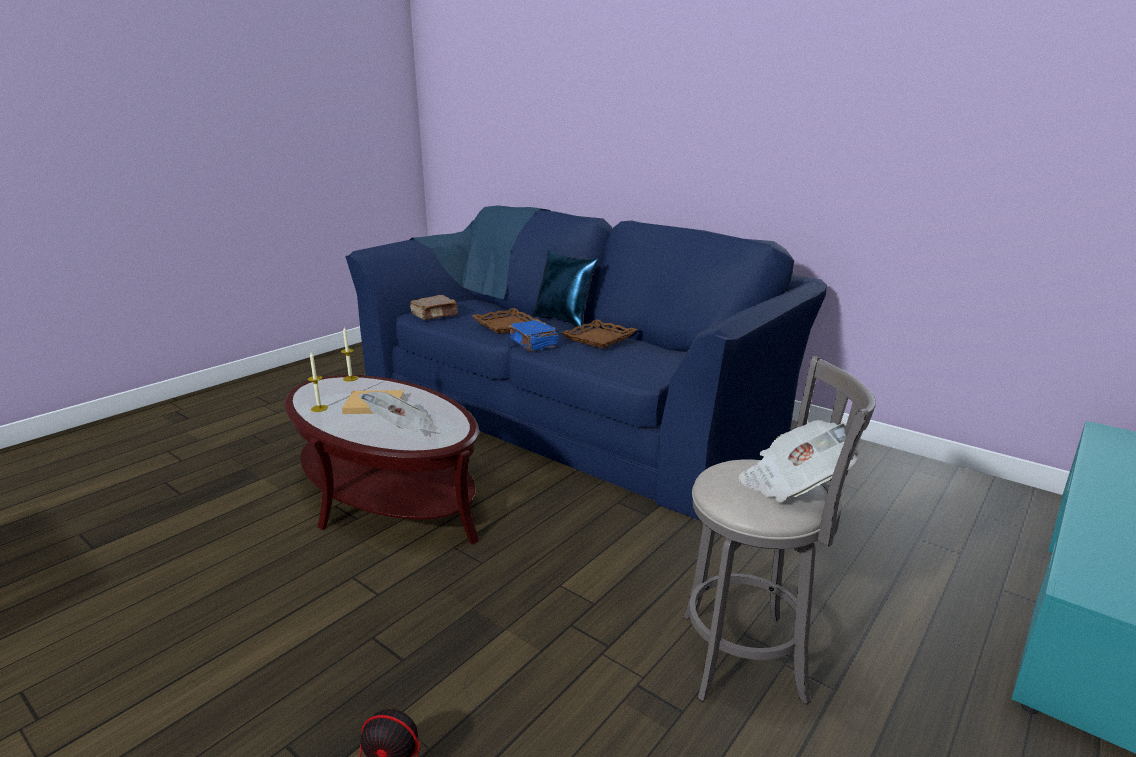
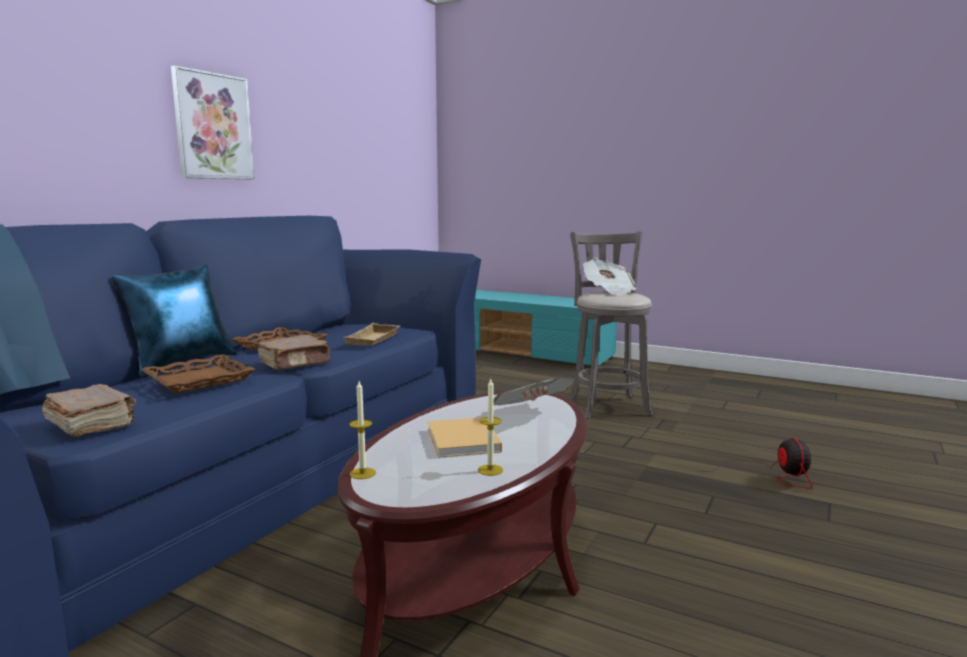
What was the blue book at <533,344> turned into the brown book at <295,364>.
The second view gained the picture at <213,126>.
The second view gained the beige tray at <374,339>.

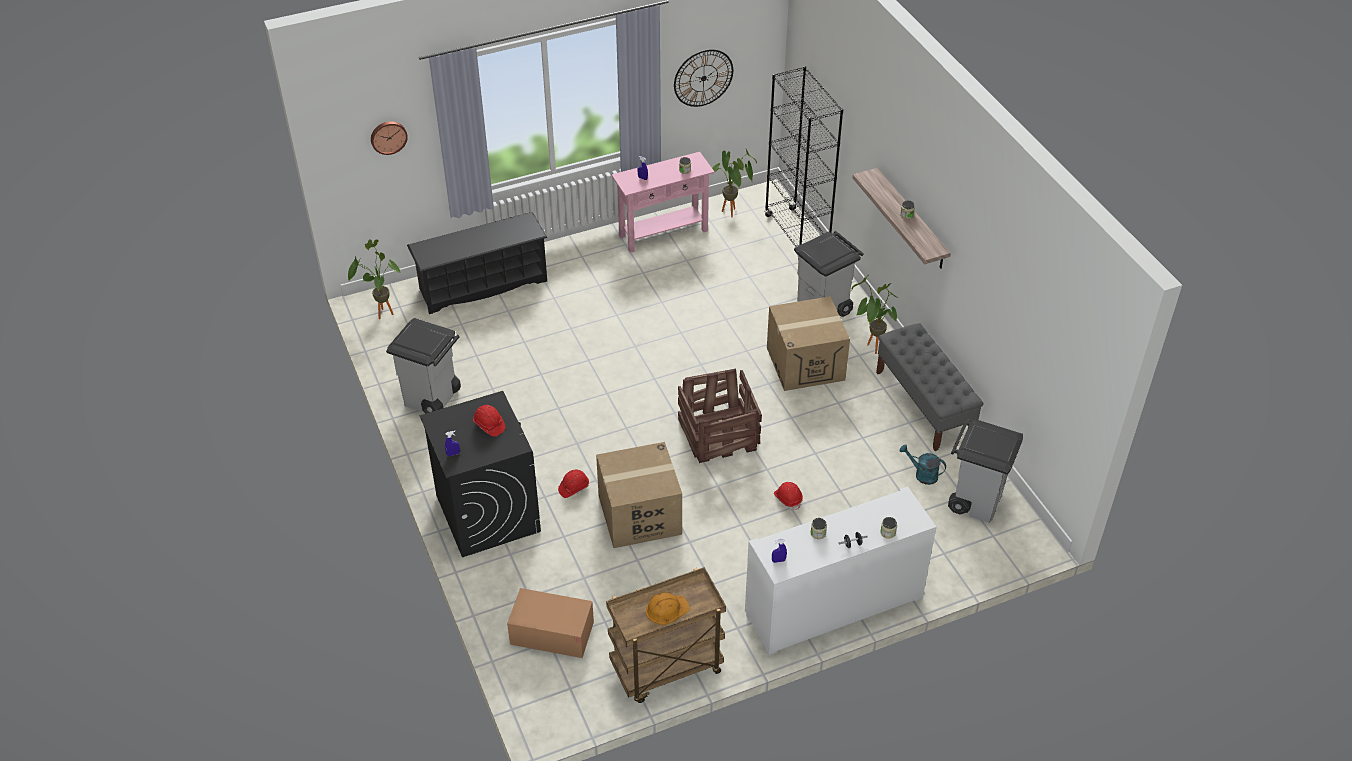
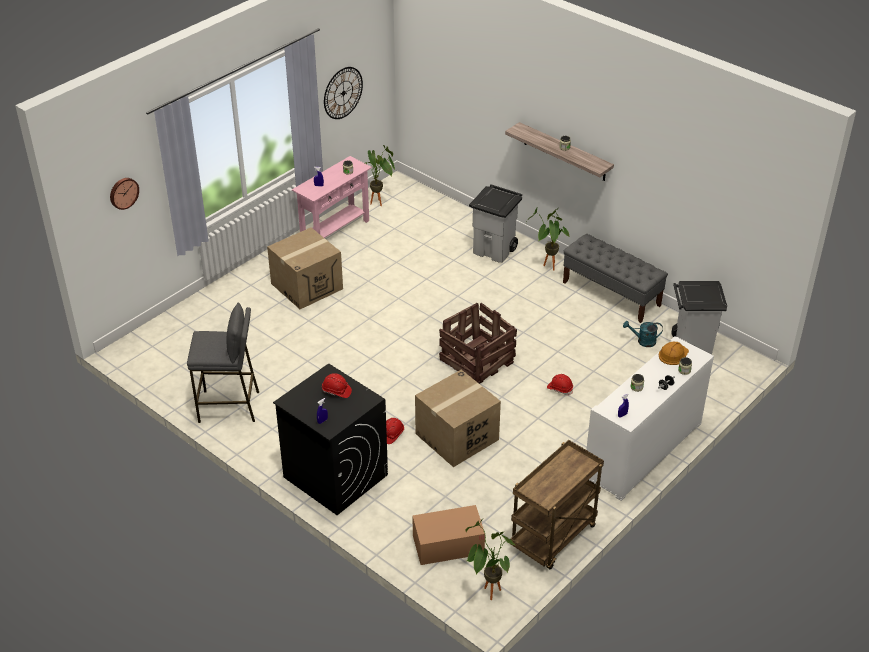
The second view lost the black bookcase at <797,235>.
The second view lost the black shoe rack at <482,285>.
The potted plant ended up elsewhere, having gone from <381,313> to <487,593>.
The cardboard box ended up elsewhere, having gone from <805,363> to <307,286>.
Where the grey trash can stood at <432,399>, the grey stool came to stand at <229,407>.
The orange hard hat ended up elsewhere, having gone from <666,609> to <673,354>.

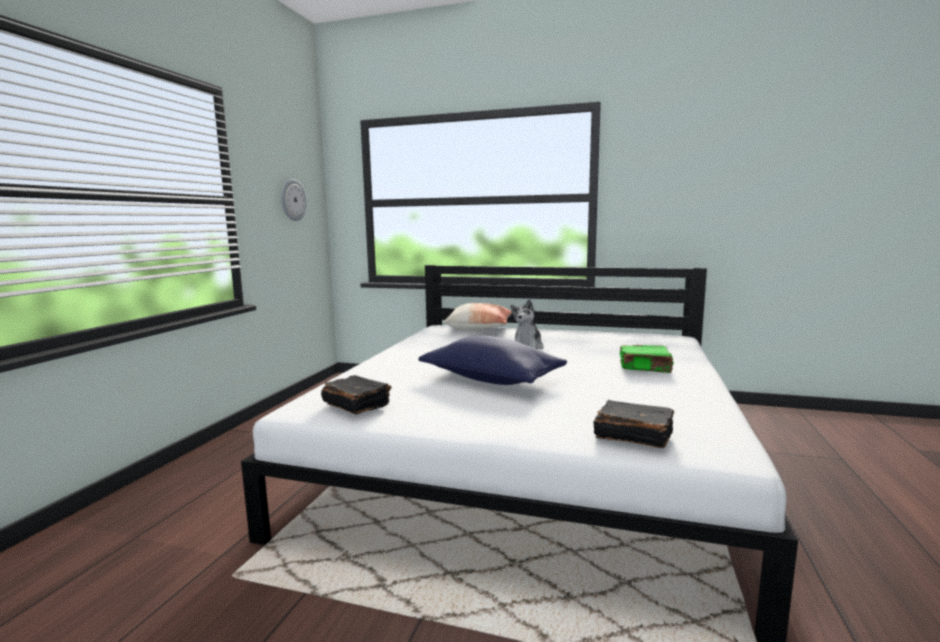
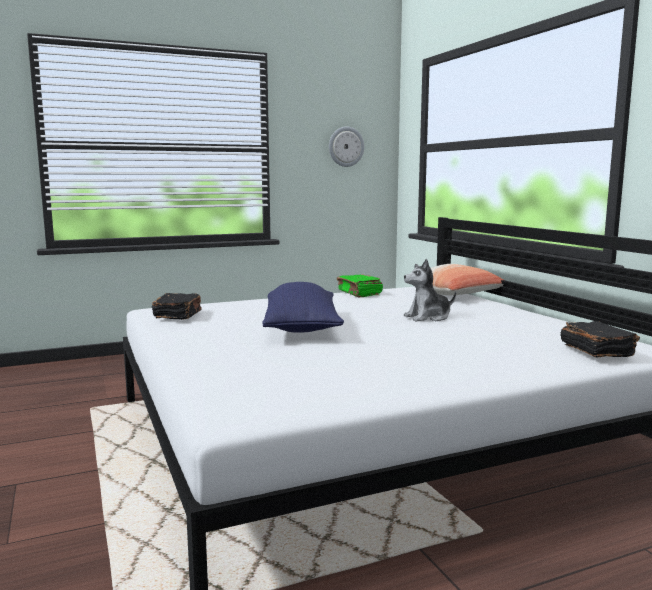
The green book ended up elsewhere, having gone from <645,368> to <359,293>.
The black book ended up elsewhere, having gone from <632,436> to <596,351>.

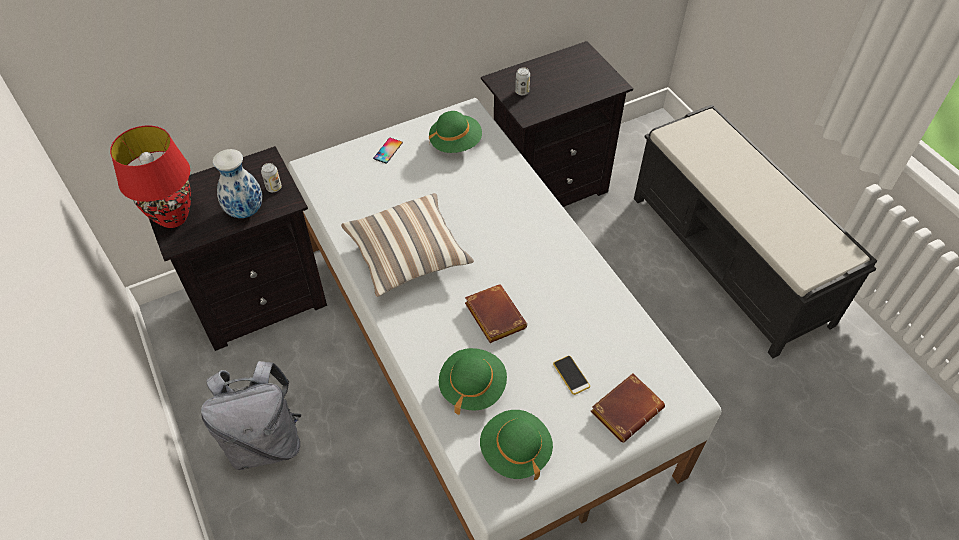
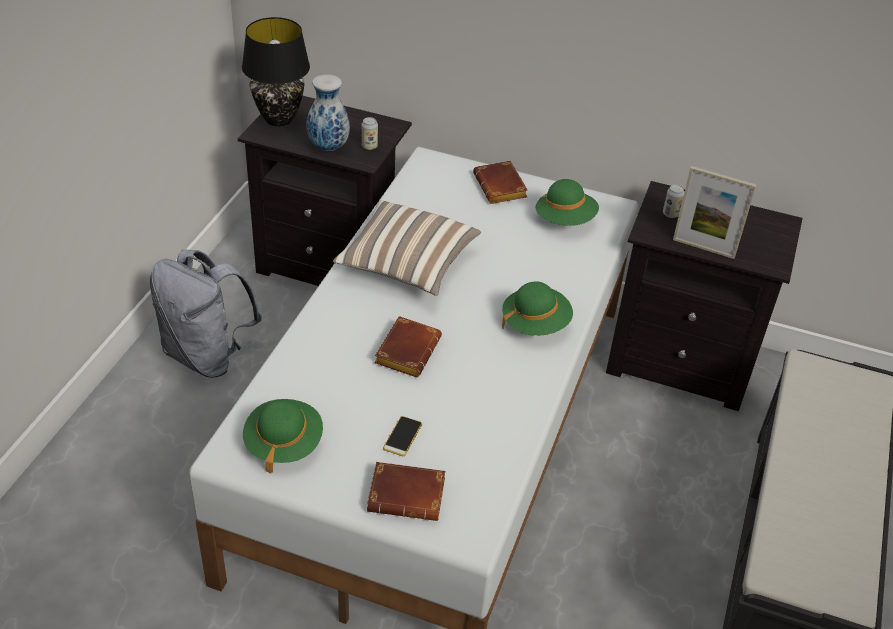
What was the red table lamp at <172,218> turned into the black table lamp at <278,119>.
Where the phone stood at <388,150>, the brown book came to stand at <502,188>.
The green hat ended up elsewhere, having gone from <472,387> to <535,323>.
The second view gained the picture frame at <703,248>.

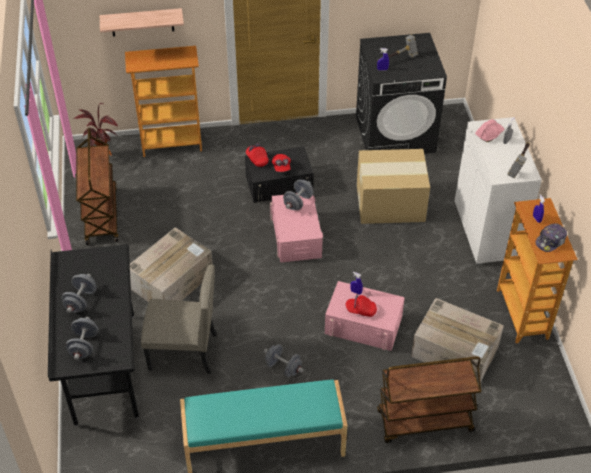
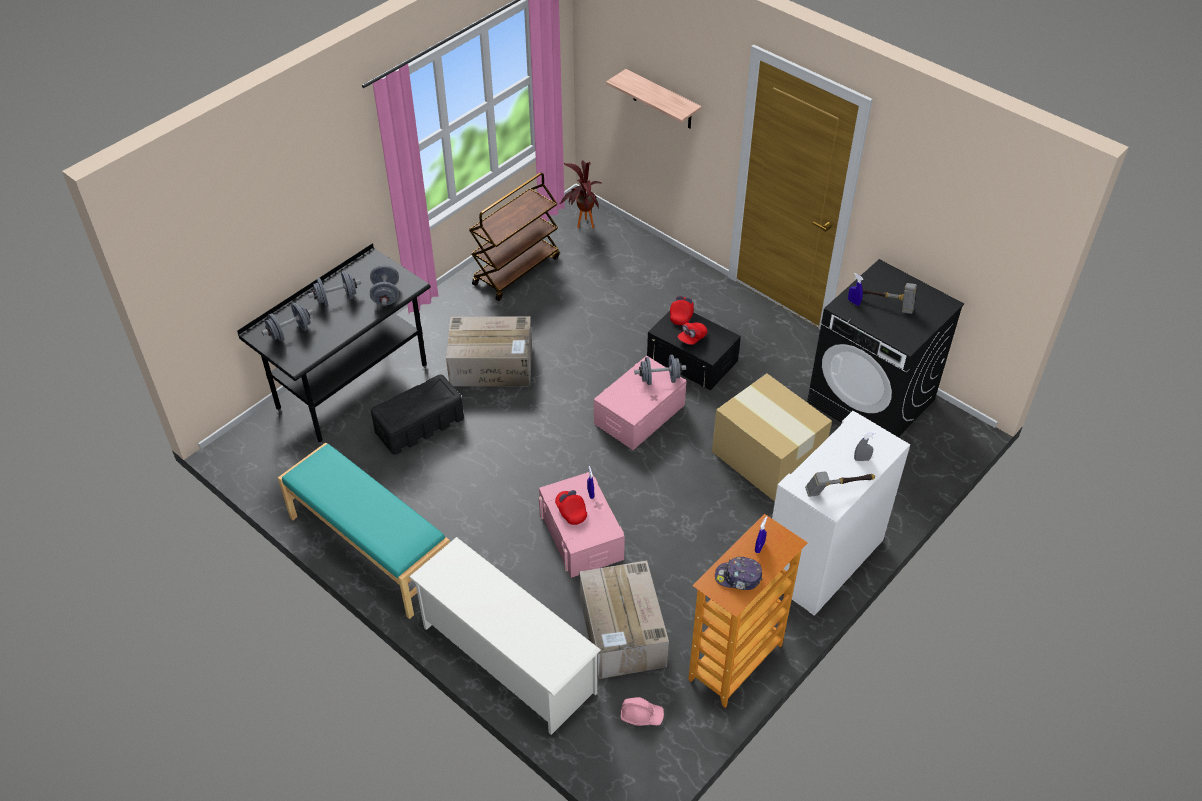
The second view lost the bookcase at <172,143>.
The pink hard hat ended up elsewhere, having gone from <489,134> to <641,715>.
Where the beige chair stood at <183,352>, the black storage box came to stand at <419,425>.
The grey dumbbell ended up elsewhere, having gone from <283,367> to <386,295>.
Where the brown cart stood at <424,422>, the white shoe rack came to stand at <507,659>.

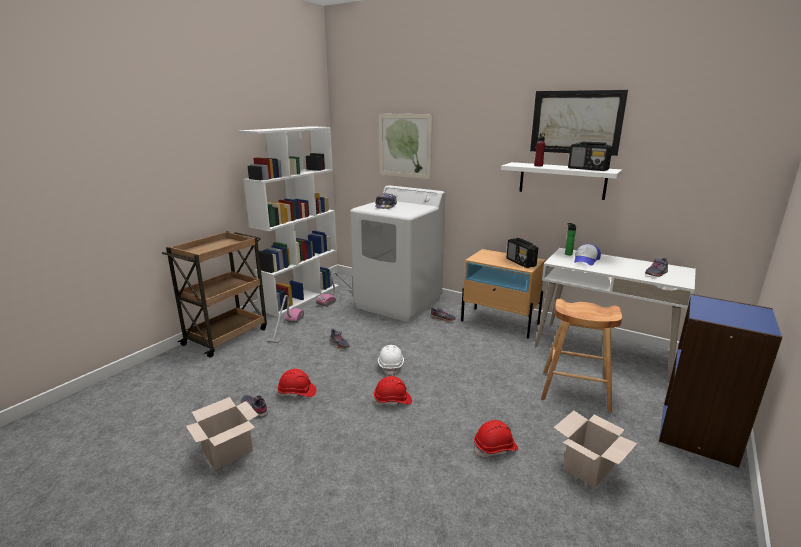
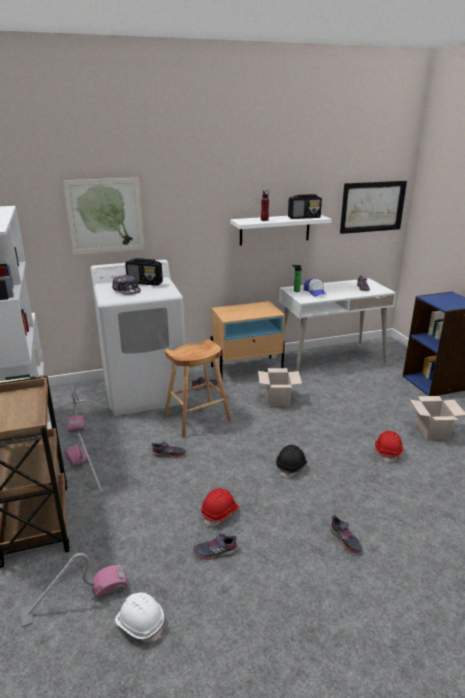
The picture ended up elsewhere, having gone from <576,122> to <372,206>.
The radio ended up elsewhere, having gone from <521,263> to <145,283>.
The brown stool ended up elsewhere, having gone from <575,391> to <197,418>.
The white hard hat ended up elsewhere, having gone from <391,366> to <140,623>.
What was the red hard hat at <393,401> turned into the black hard hat at <291,467>.
The cardboard box ended up elsewhere, having gone from <227,452> to <279,399>.
The second view gained the grey shoe at <345,540>.
The second view gained the vacuum cleaner at <76,599>.

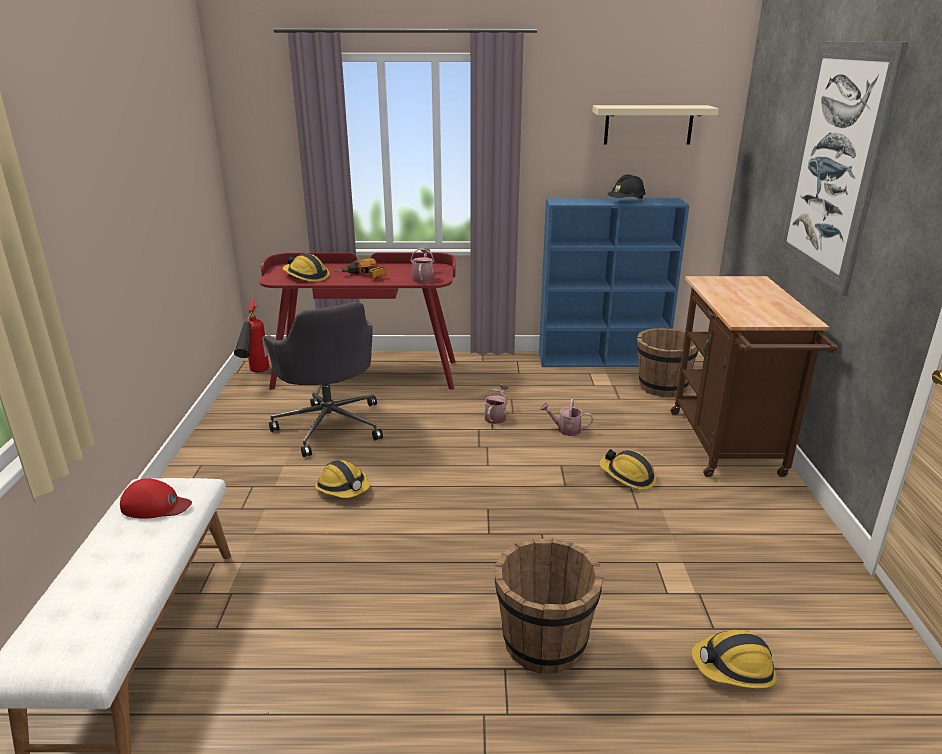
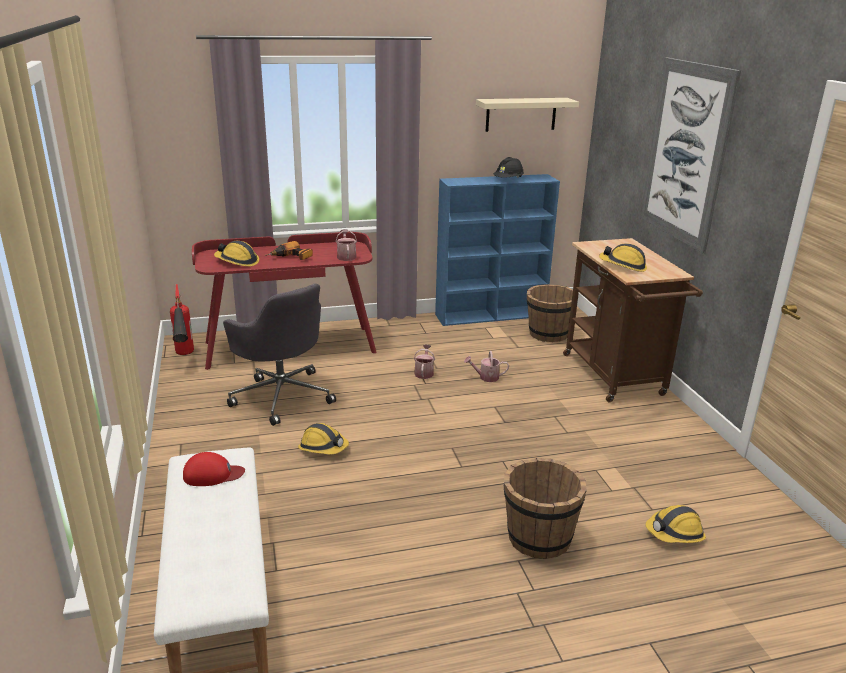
The hard hat ended up elsewhere, having gone from <627,476> to <623,266>.

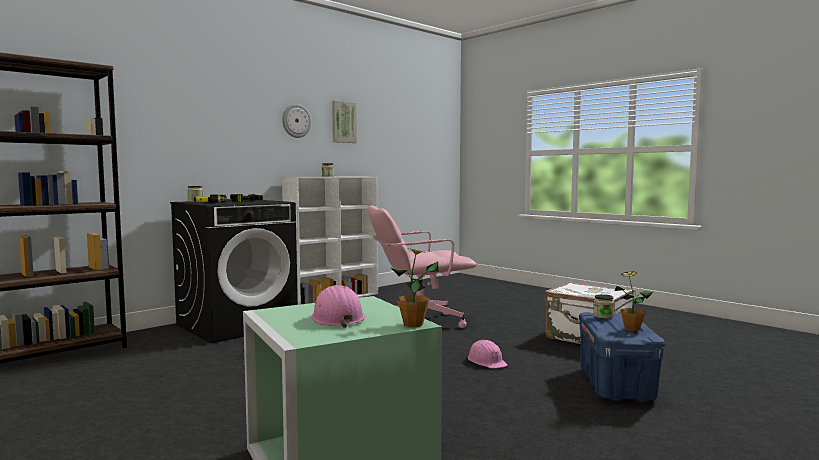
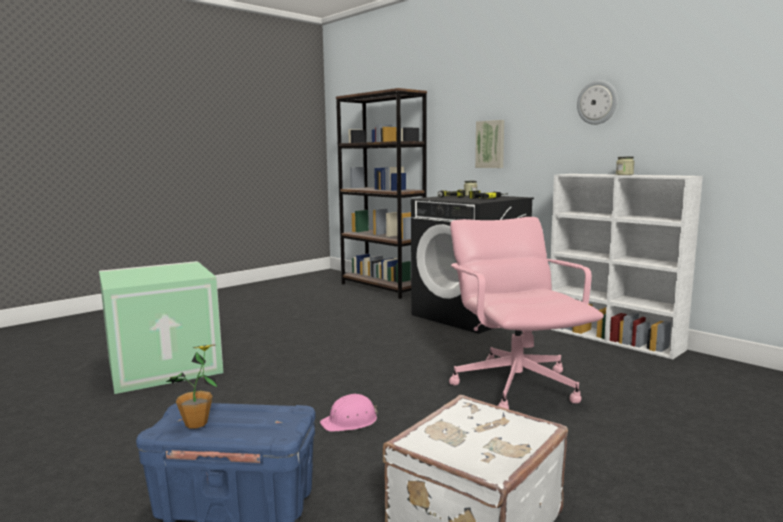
The picture ended up elsewhere, having gone from <343,122> to <490,144>.
The second view lost the potted plant at <413,324>.
The second view lost the pink hard hat at <336,318>.
The second view lost the jar at <603,316>.

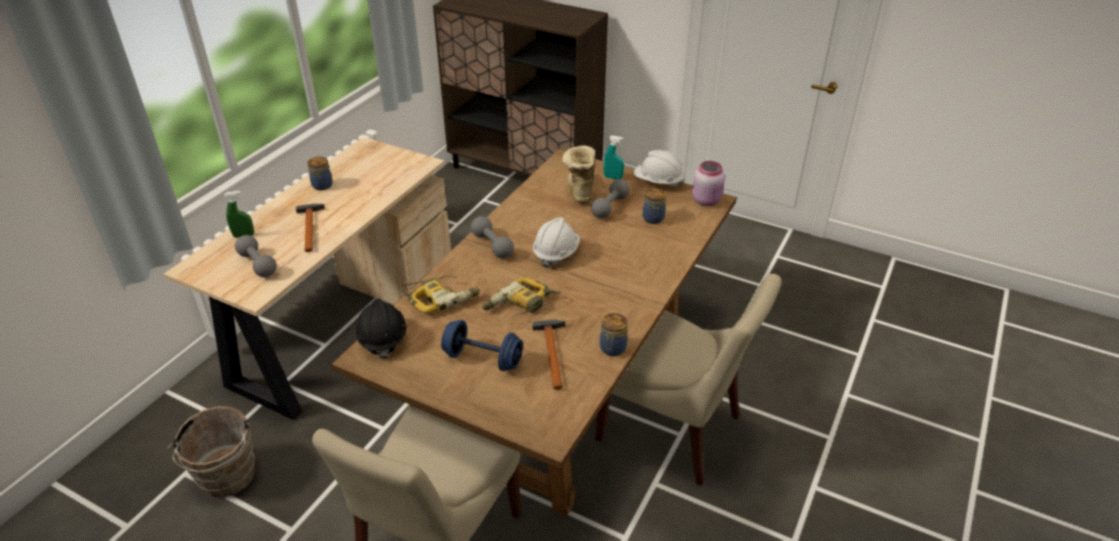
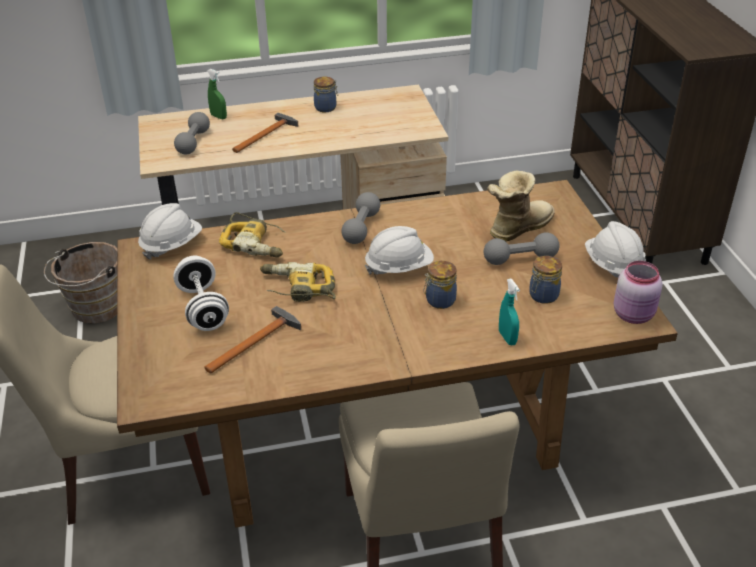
The turquoise spray bottle ended up elsewhere, having gone from <613,178> to <507,338>.
What was the black hard hat at <382,339> turned into the white hard hat at <171,245>.
The jar ended up elsewhere, having gone from <612,349> to <439,301>.
What was the blue dumbbell at <483,359> turned into the white dumbbell at <203,308>.

